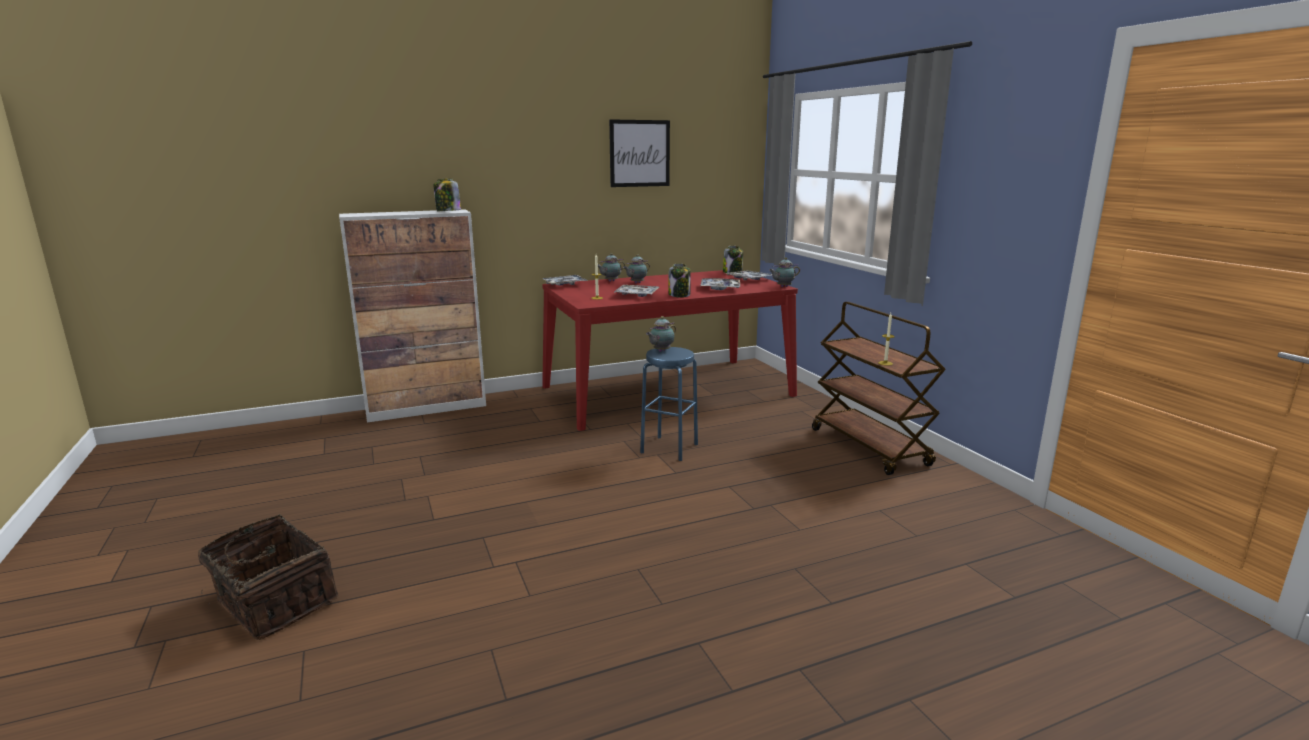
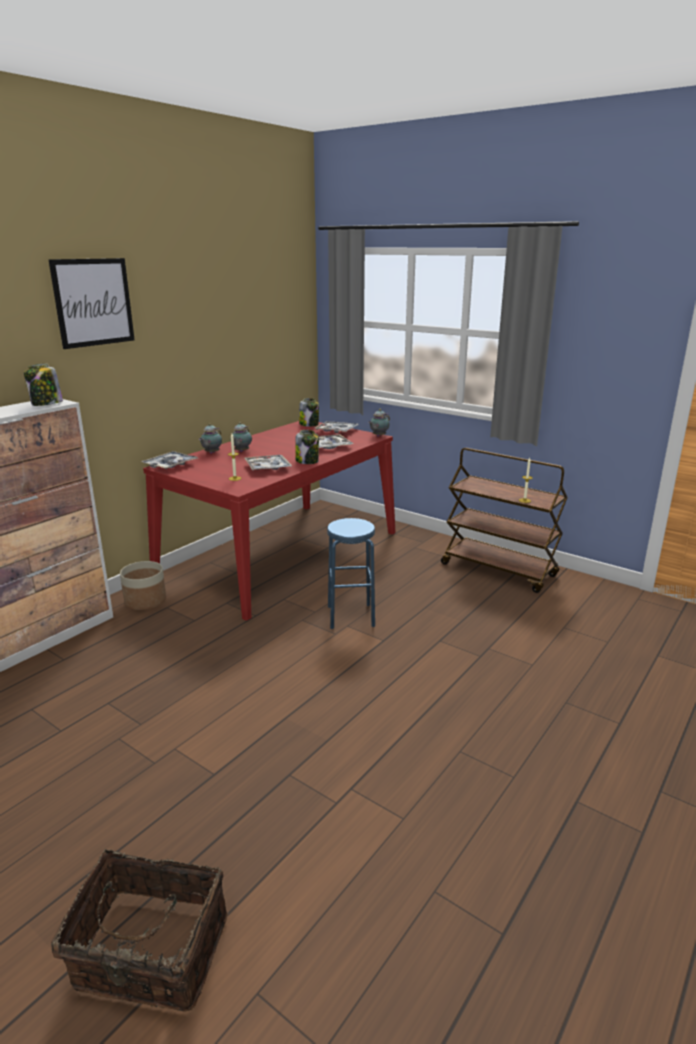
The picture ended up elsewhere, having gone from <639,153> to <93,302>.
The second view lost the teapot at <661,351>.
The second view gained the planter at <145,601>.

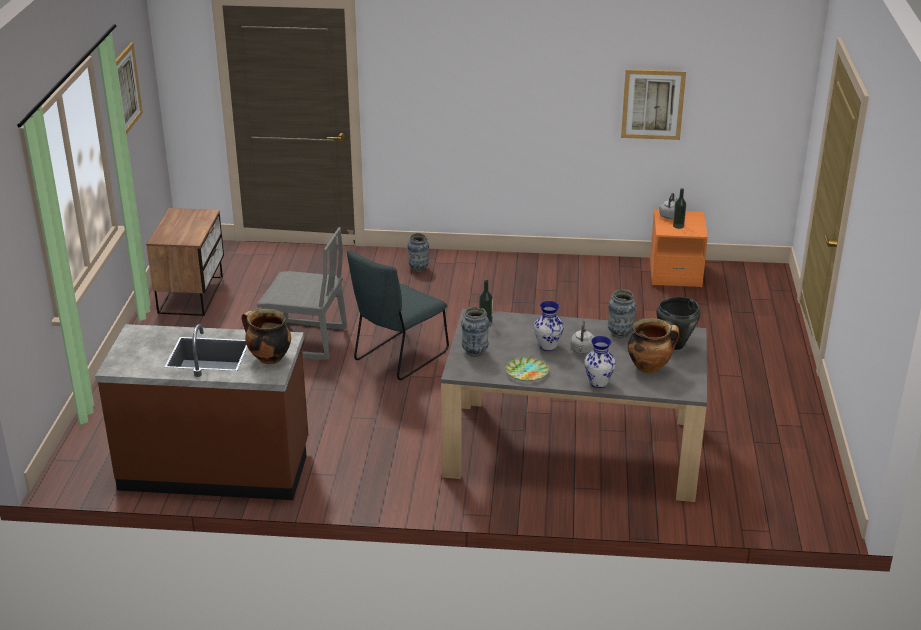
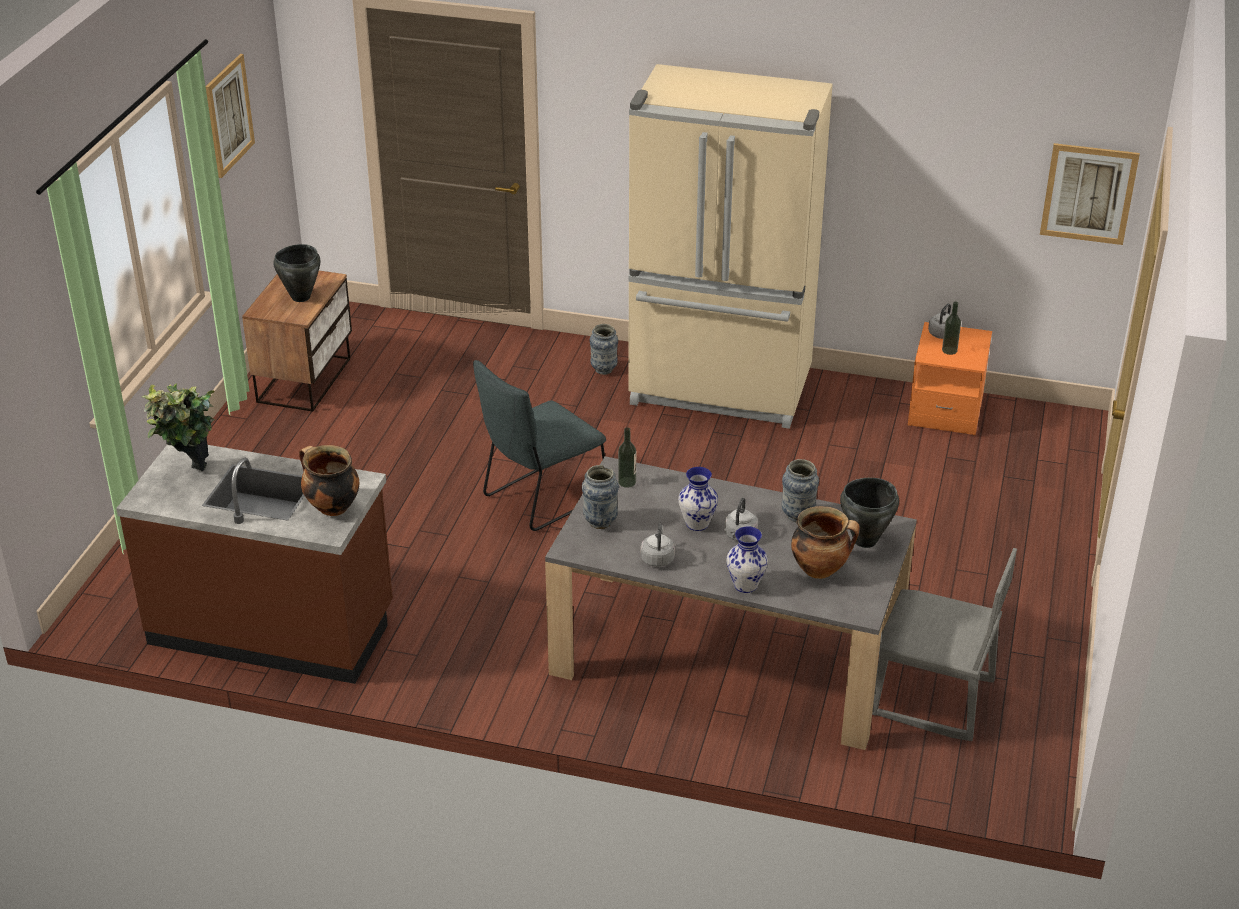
The picture ended up elsewhere, having gone from <653,104> to <1088,193>.
The grey chair ended up elsewhere, having gone from <306,341> to <932,699>.
Where the plate stood at <526,371>, the grey kettle came to stand at <657,558>.
The second view gained the beige fridge at <720,390>.
The second view gained the black cooking pot at <300,297>.
The second view gained the potted plant at <190,479>.

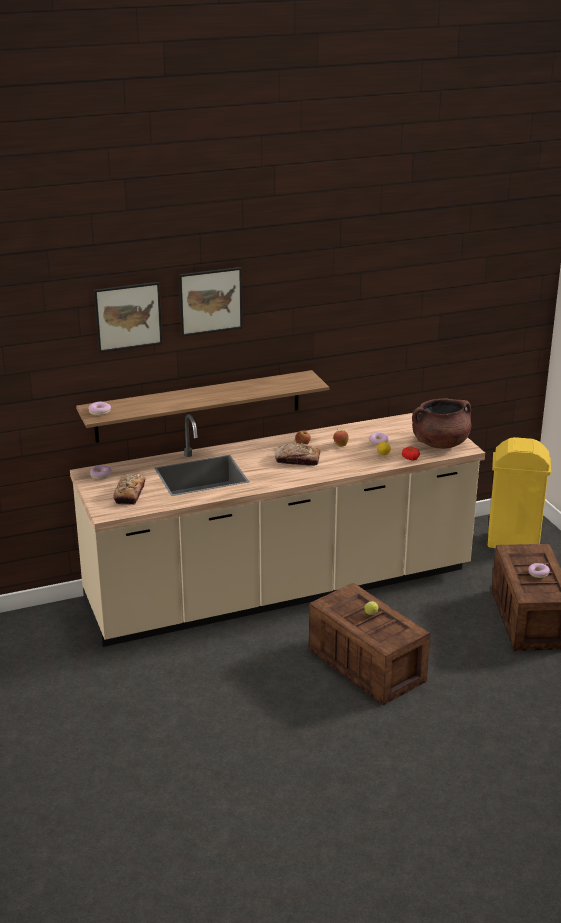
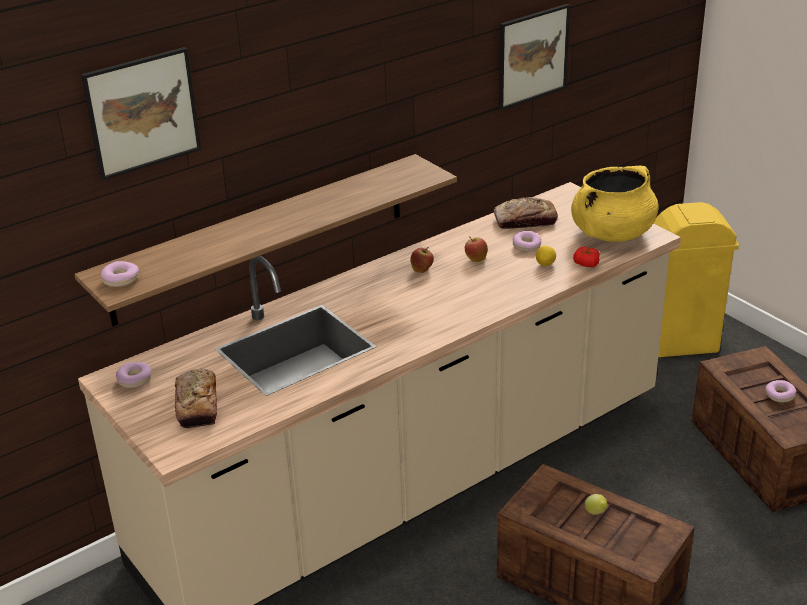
The picture ended up elsewhere, having gone from <210,301> to <532,56>.
What was the brown cooking pot at <440,443> turned into the yellow cooking pot at <612,234>.
The bread ended up elsewhere, having gone from <297,460> to <525,221>.

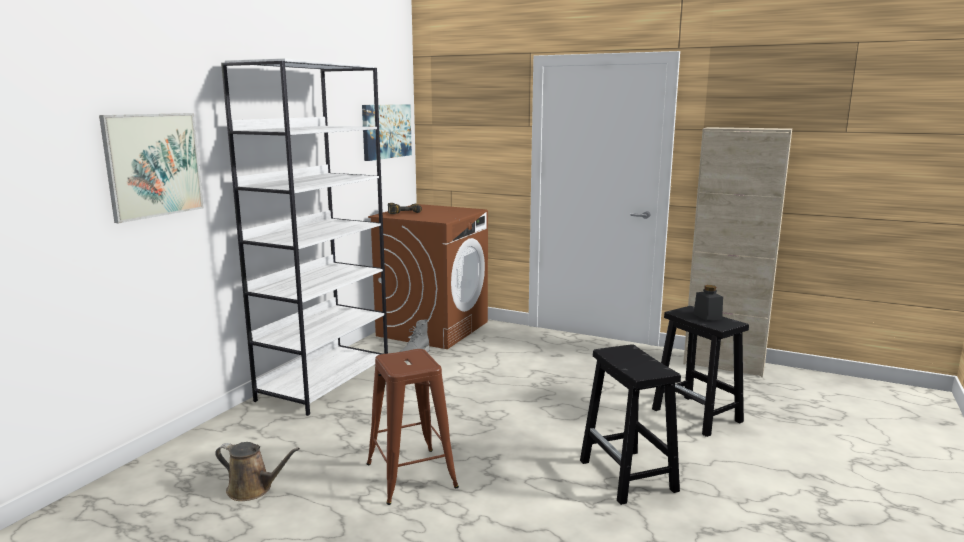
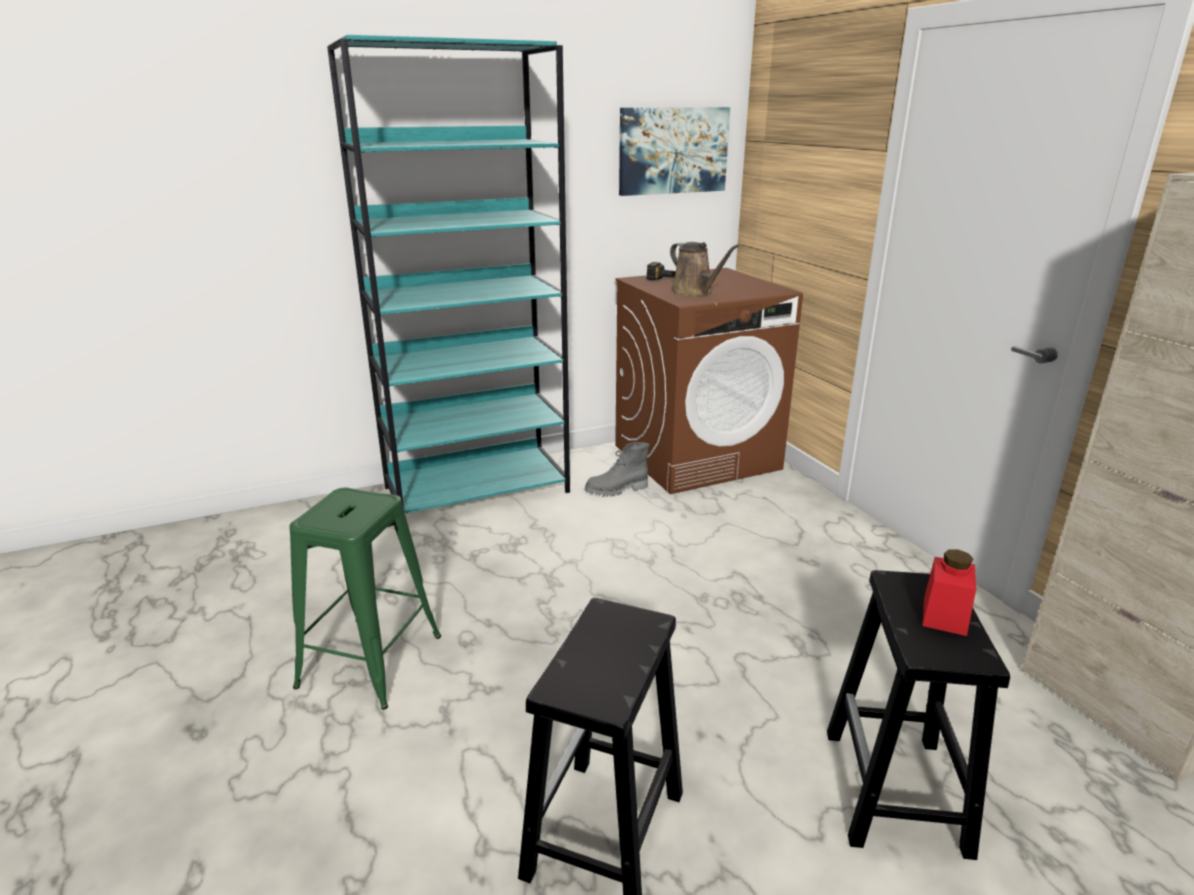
What was the white bookcase at <325,382> turned into the turquoise bookcase at <478,489>.
The second view lost the picture at <153,165>.
What was the black jar at <707,316> turned into the red jar at <944,616>.
What was the brown stool at <411,475> turned into the green stool at <370,661>.
The brown watering can ended up elsewhere, having gone from <253,489> to <694,293>.

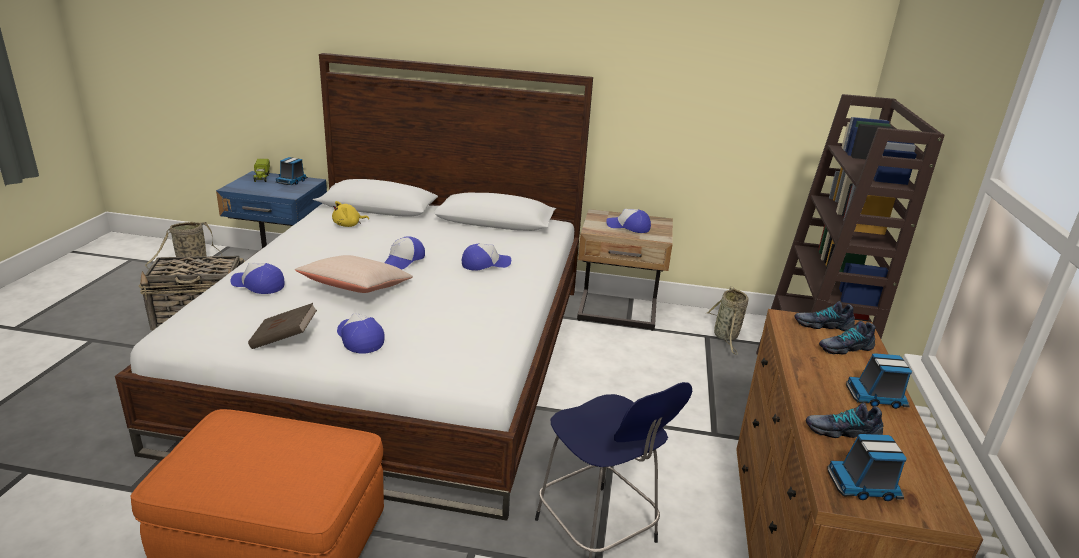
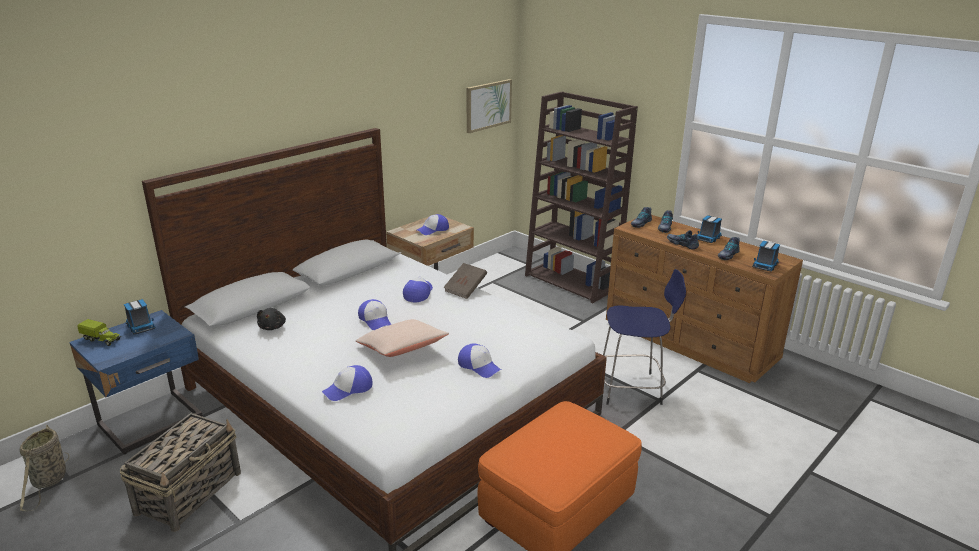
What was the yellow plush toy at <348,225> turned into the black plush toy at <272,327>.
The second view lost the basket at <726,337>.
The brown book ended up elsewhere, having gone from <284,339> to <465,289>.
The cap at <359,339> ended up facing another way, 135 degrees counterclockwise from before.
The second view gained the picture at <488,105>.
The second view gained the shoe at <682,244>.

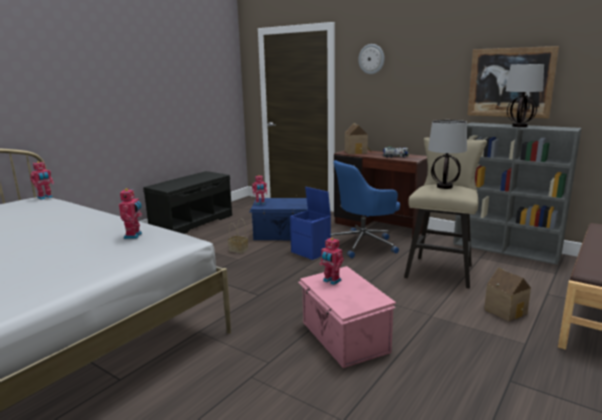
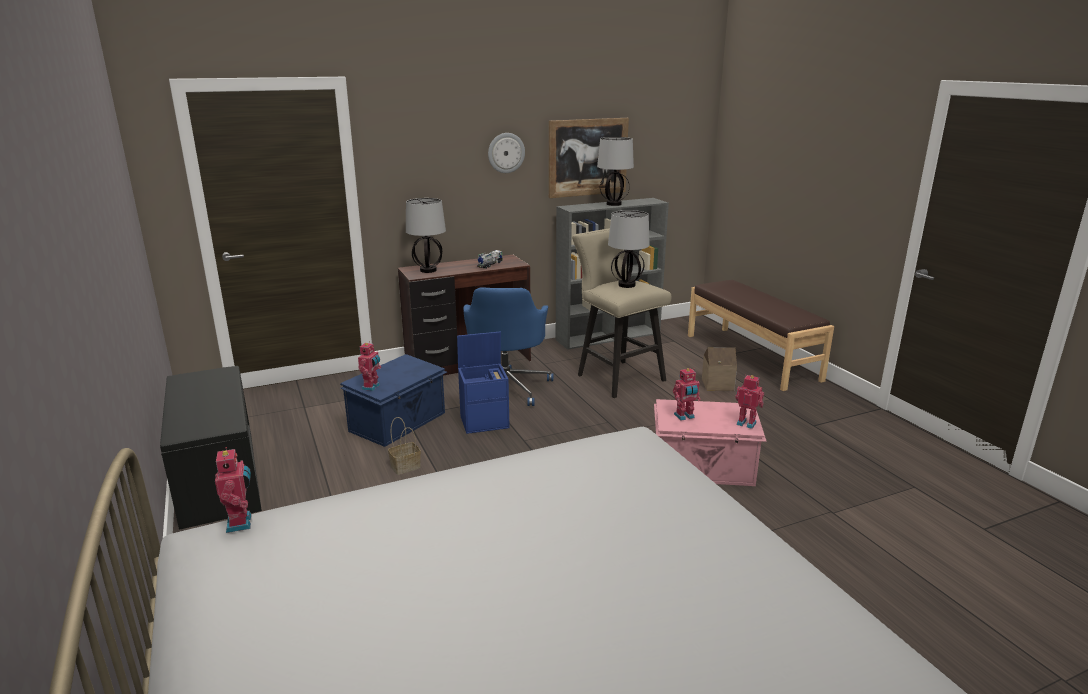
The wall clock ended up elsewhere, having gone from <371,59> to <506,153>.
Where the toy house stood at <357,152>, the table lamp came to stand at <428,270>.
The toy robot ended up elsewhere, having gone from <134,236> to <746,423>.

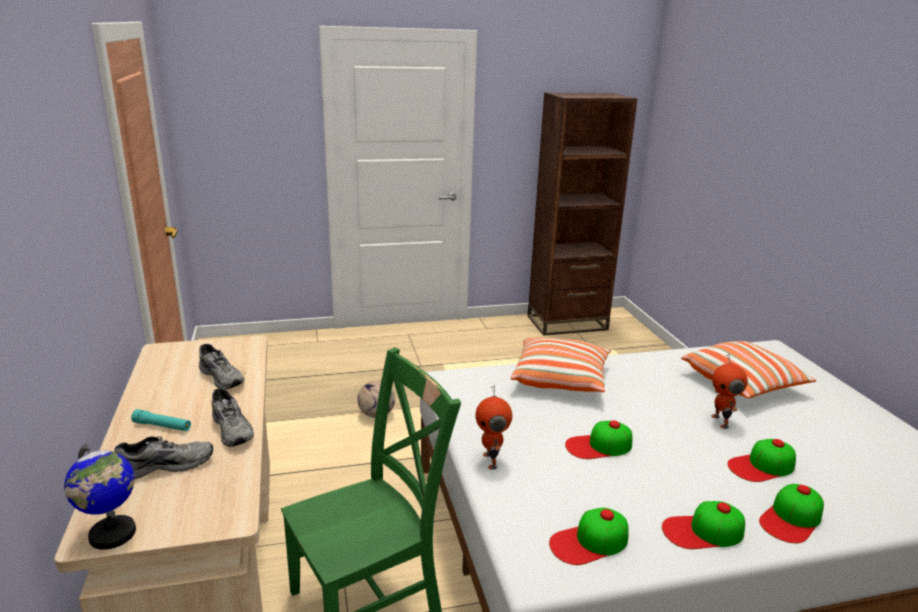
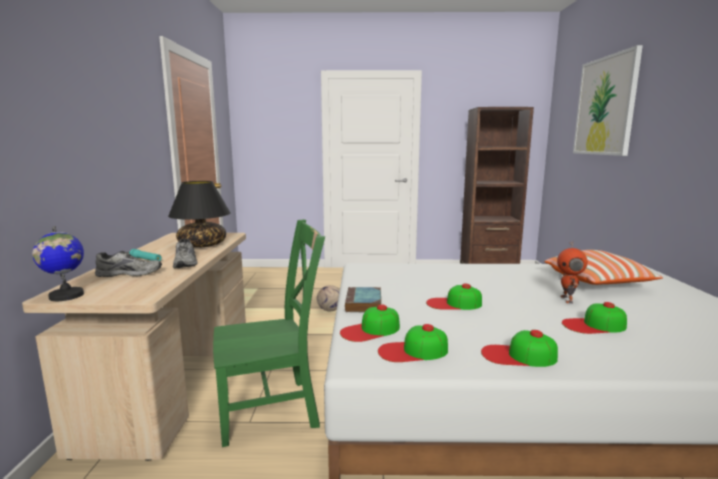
The second view lost the pillow at <560,379>.
Where the grey shoe stood at <223,377>, the black table lamp came to stand at <203,245>.
Where the toy robot stood at <491,460>, the book came to stand at <364,304>.
The cap ended up elsewhere, having gone from <791,519> to <370,330>.
The second view gained the picture at <605,106>.

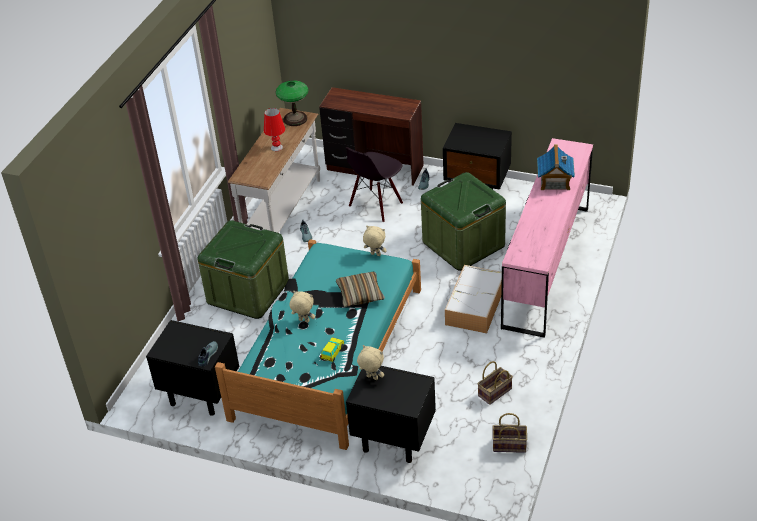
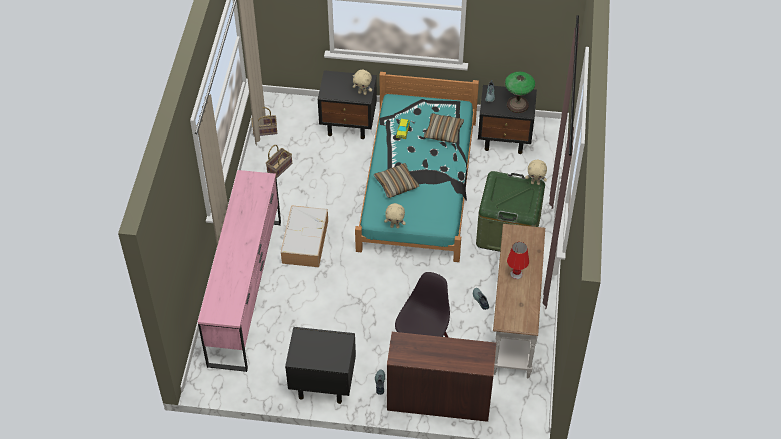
The table lamp ended up elsewhere, having gone from <295,119> to <517,104>.
The second view lost the toy house at <554,181>.
The second view lost the green storage box at <463,244>.
The beige plush toy ended up elsewhere, having gone from <303,321> to <535,183>.
The second view gained the pillow at <443,132>.

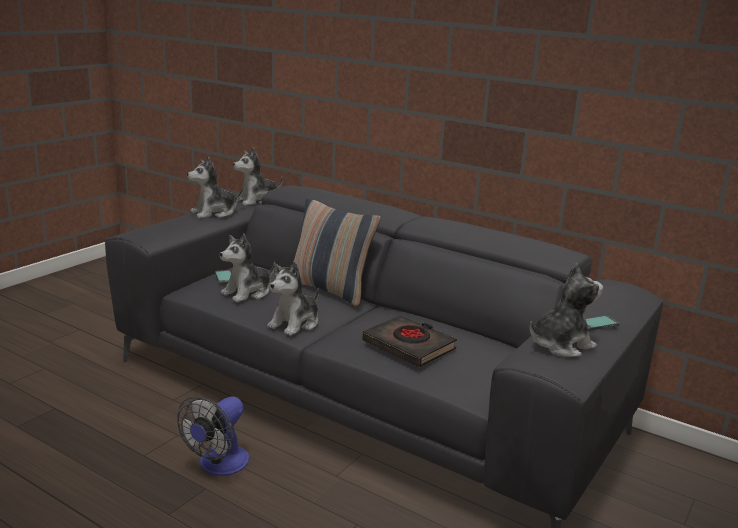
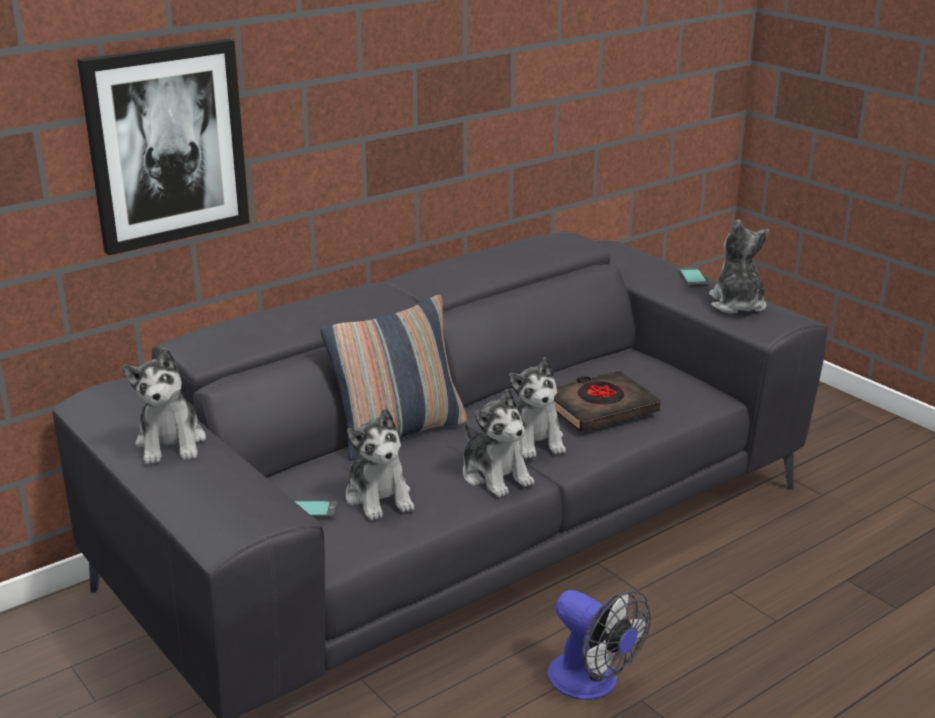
The plush toy ended up elsewhere, having gone from <257,200> to <534,440>.
The second view gained the picture at <166,145>.

